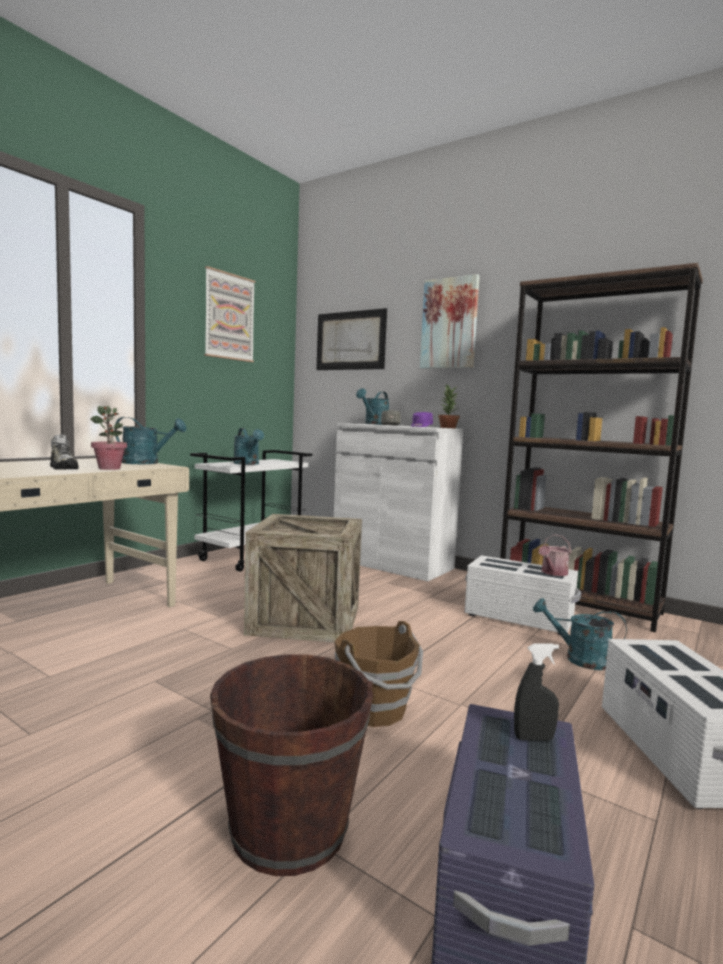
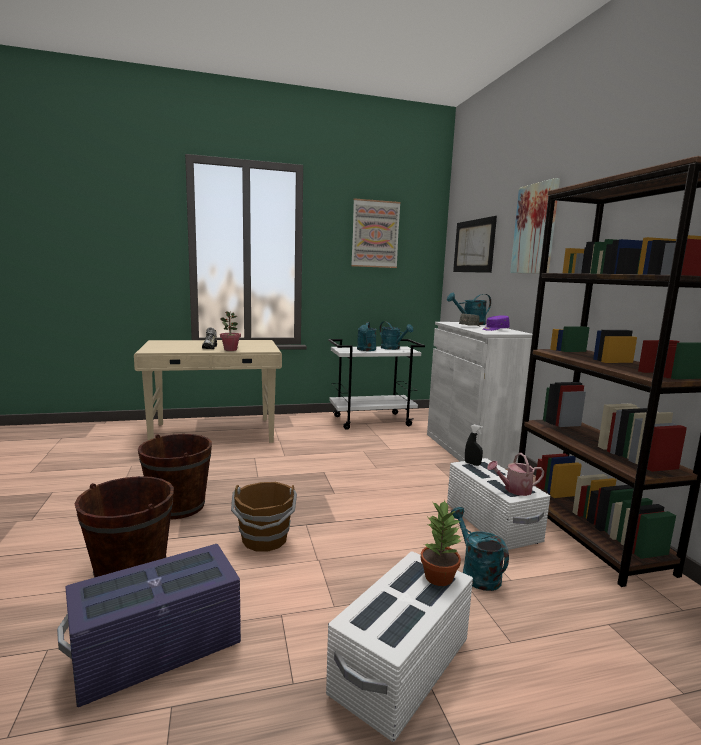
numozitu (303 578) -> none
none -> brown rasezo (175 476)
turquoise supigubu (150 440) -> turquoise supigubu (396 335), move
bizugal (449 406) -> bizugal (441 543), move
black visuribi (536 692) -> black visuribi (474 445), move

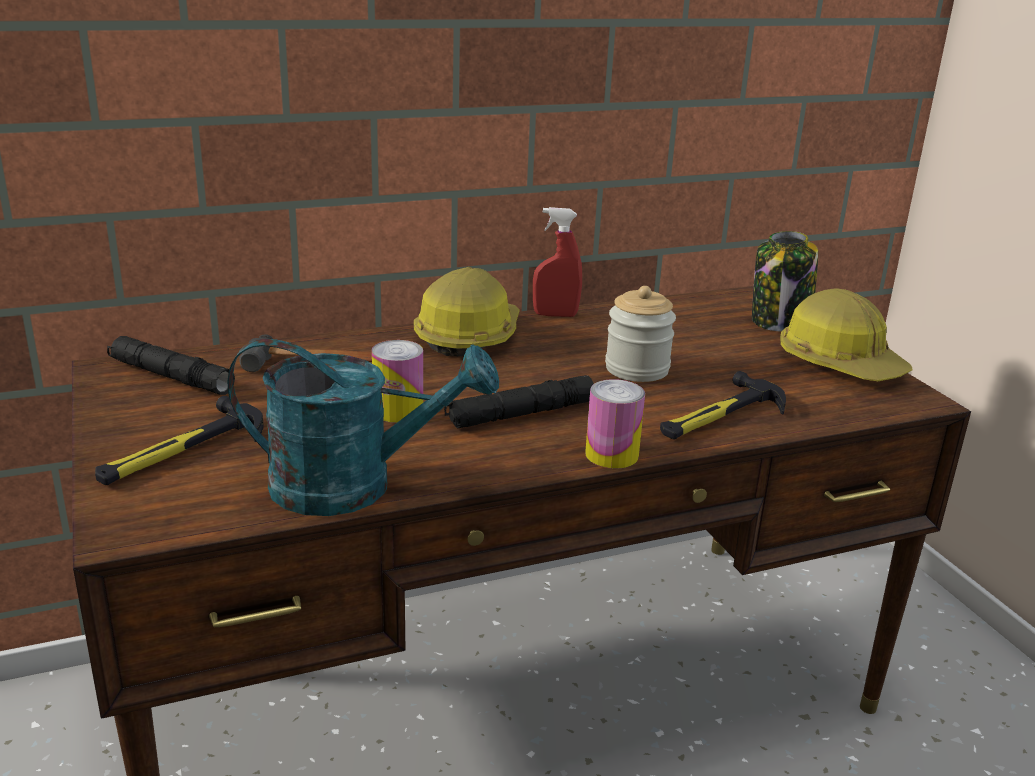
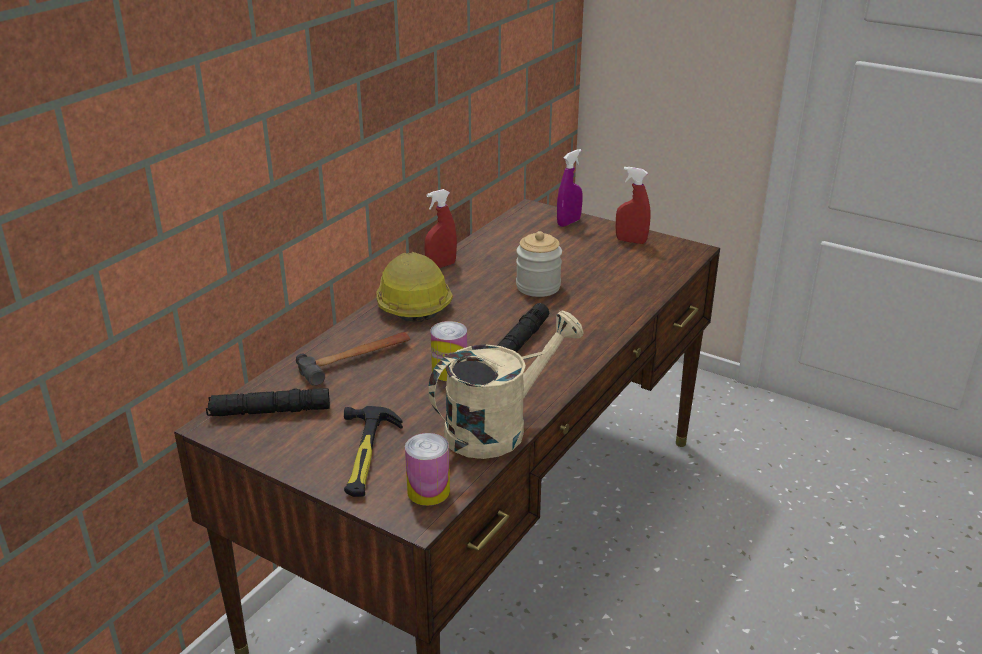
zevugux (723 405) -> none
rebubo (615 423) -> rebubo (427 469), move
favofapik (785 281) -> purple visuribi (570 188)
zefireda (846 334) -> red visuribi (633 205)
turquoise supigubu (363 427) -> beige supigubu (506 384)

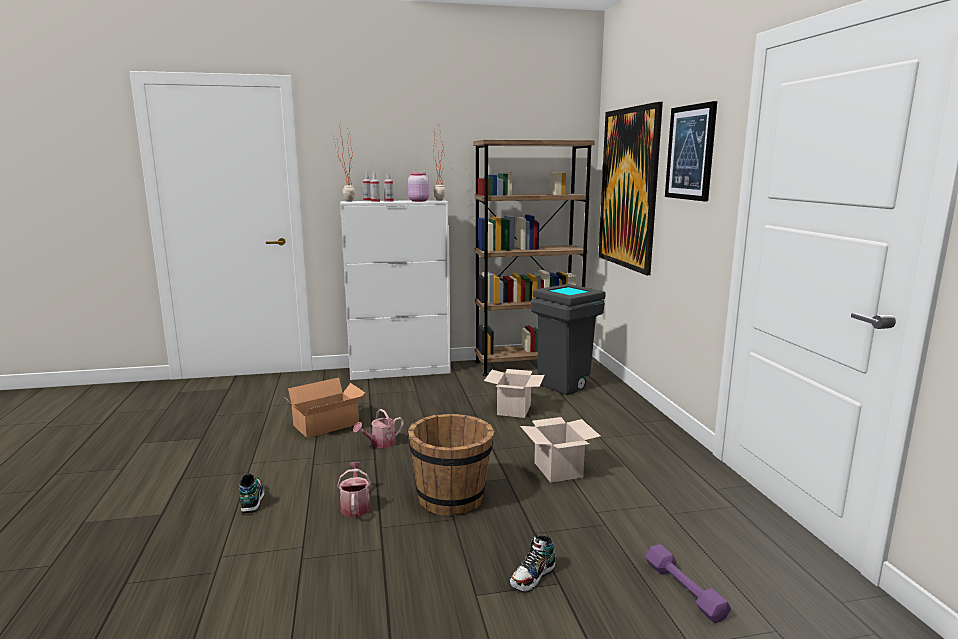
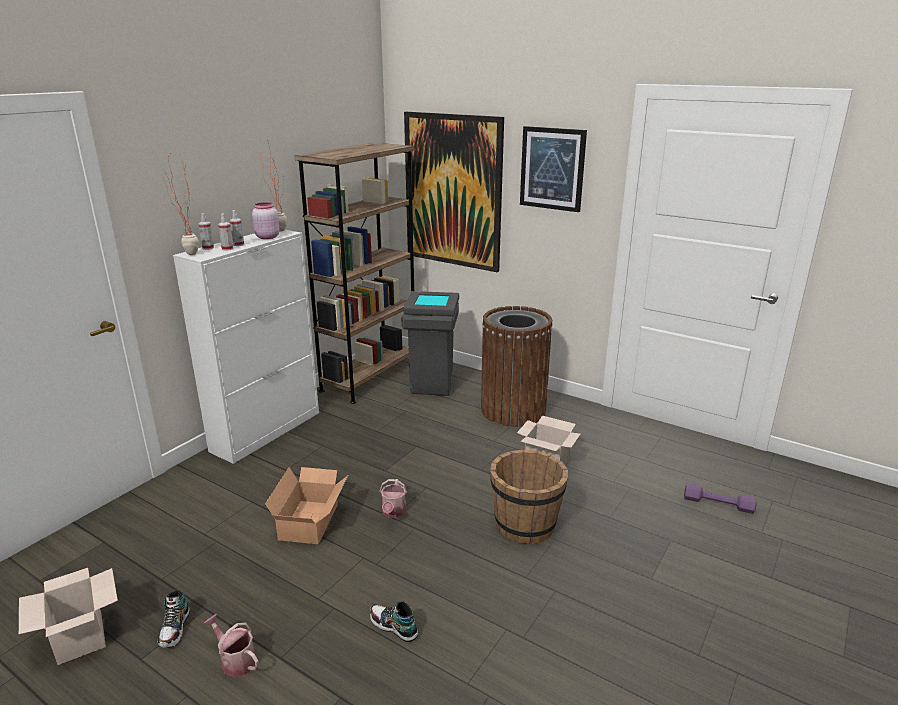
none -> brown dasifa (517 366)
supigubu (354 489) -> supigubu (231 645), move
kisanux (514 393) -> kisanux (68 616), move
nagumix (533 564) -> nagumix (173 619), move

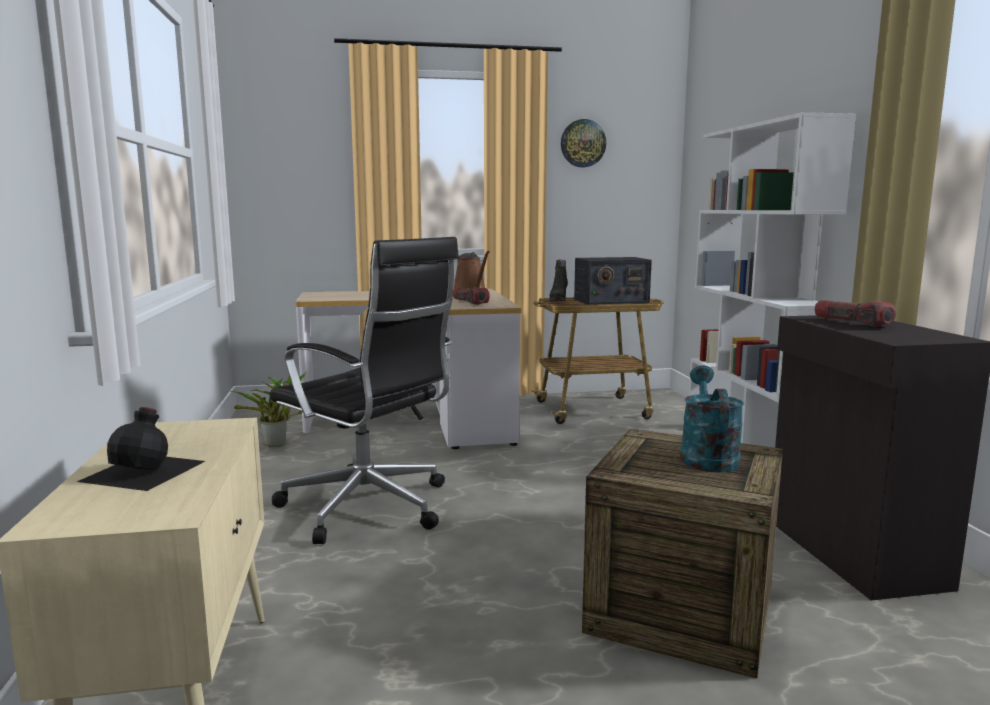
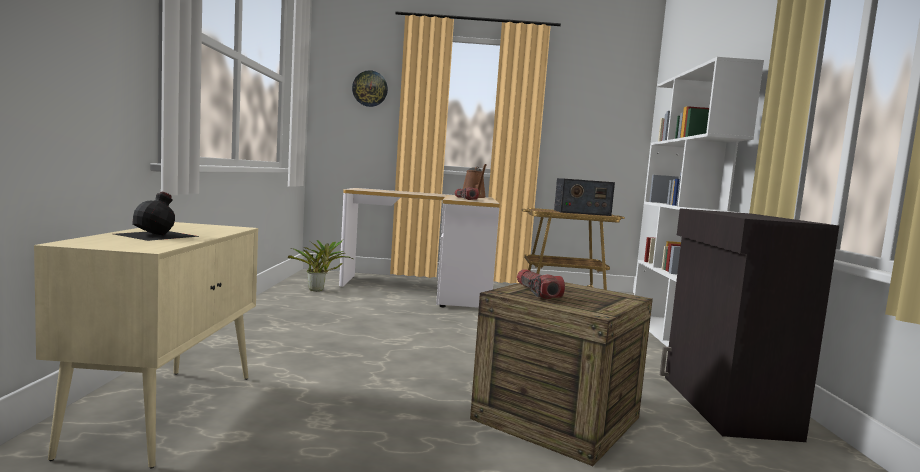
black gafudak (364 390) -> none
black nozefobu (558 280) -> none
turquoise supigubu (712 419) -> none
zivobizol (583 143) -> zivobizol (370 88), move
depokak (855 313) -> depokak (541 284), move

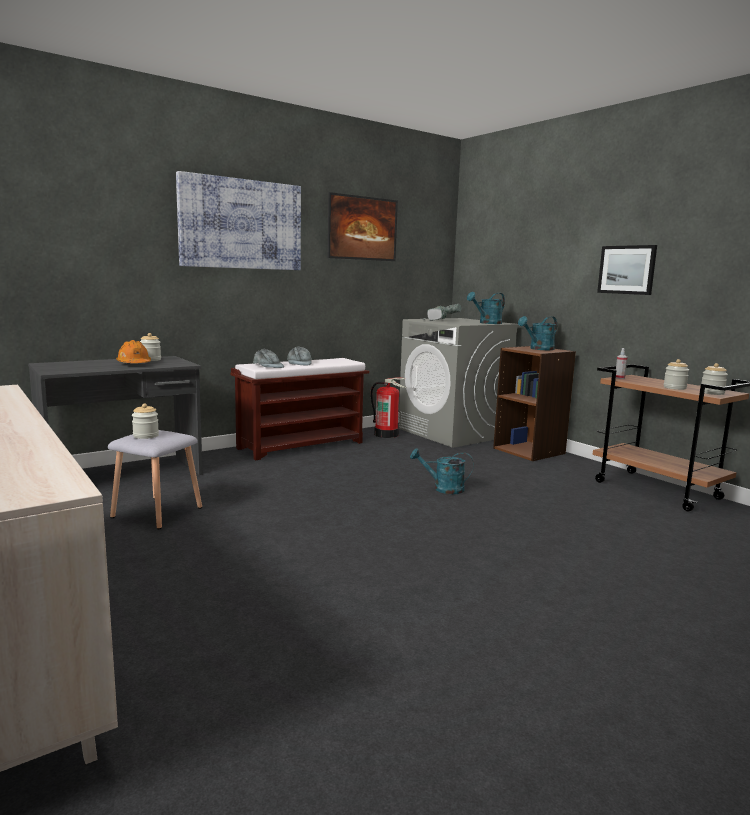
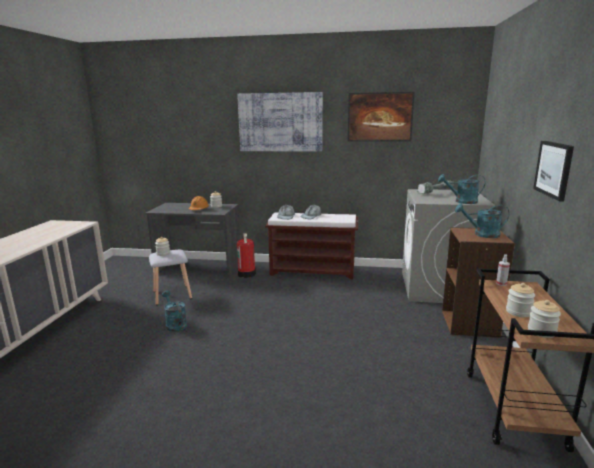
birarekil (389 408) -> birarekil (246 255), move
turquoise supigubu (442 471) -> turquoise supigubu (174 311), move

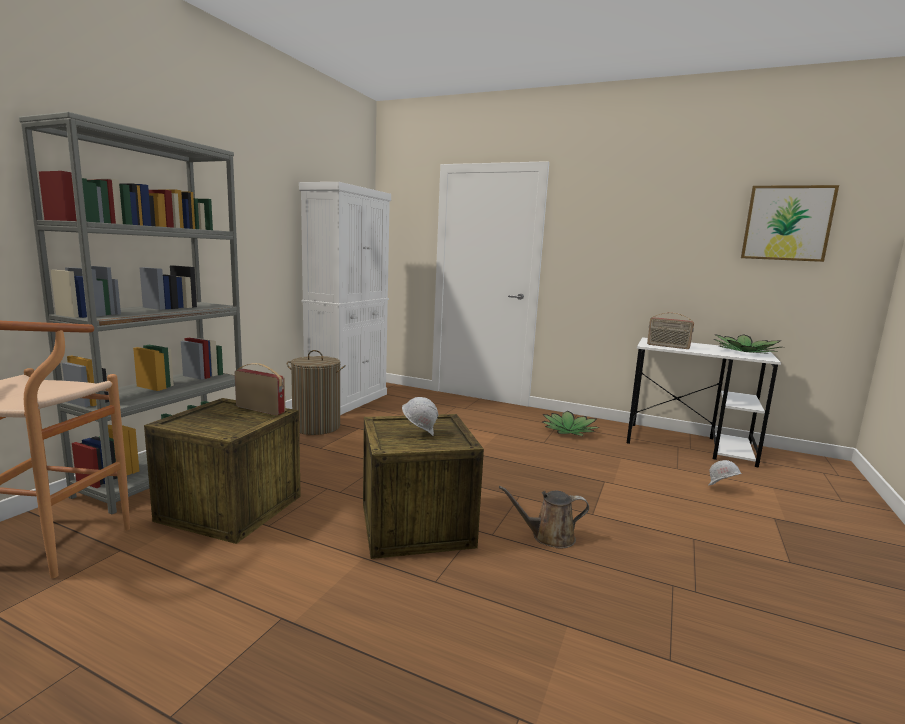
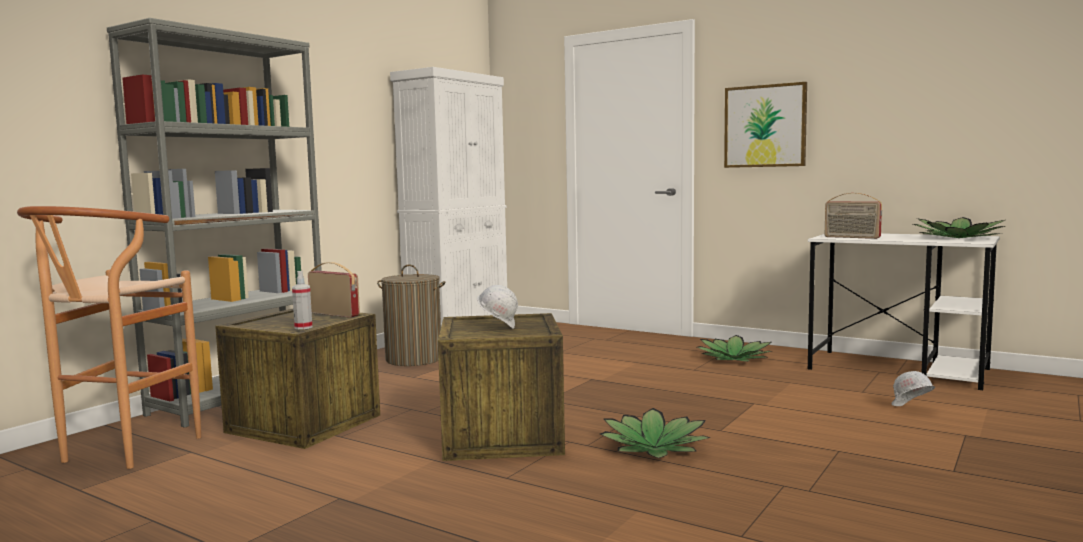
none -> visuribi (302 300)
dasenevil (790 223) -> dasenevil (765 125), move
brown supigubu (544 517) -> bizugal (655 433)

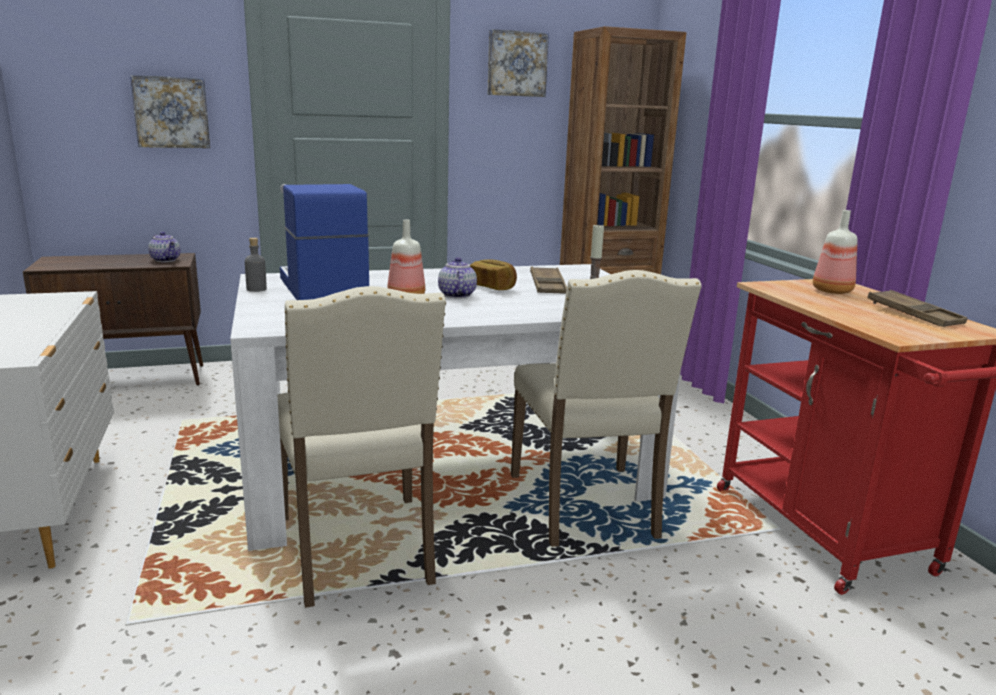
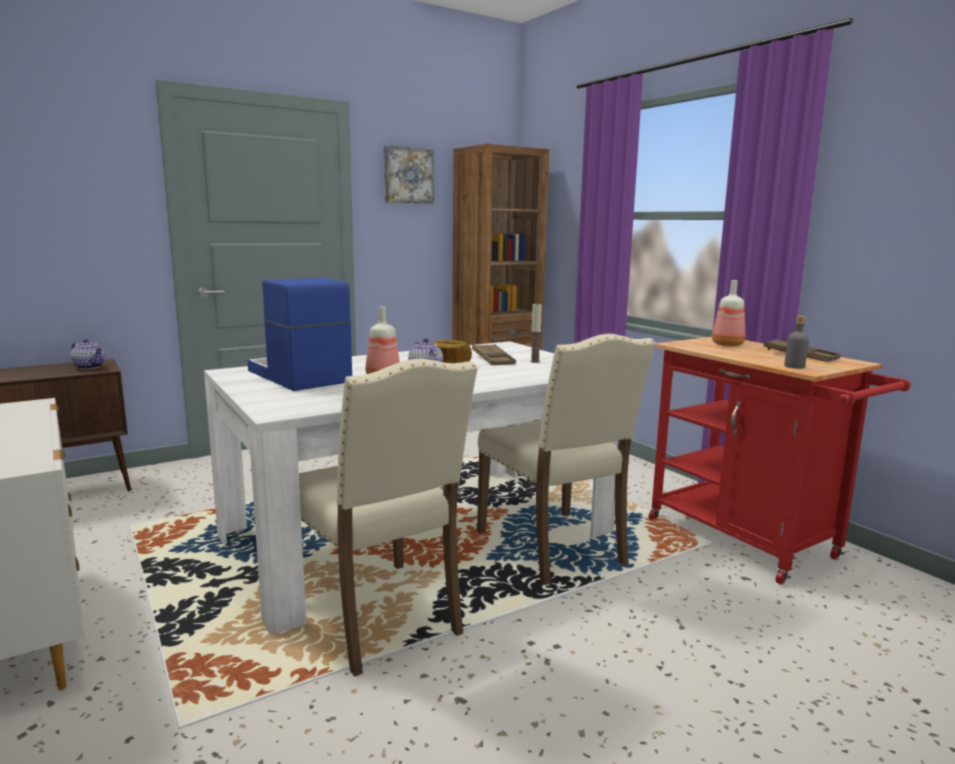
dasenevil (170 111) -> none
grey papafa (256 265) -> grey papafa (796 342), move

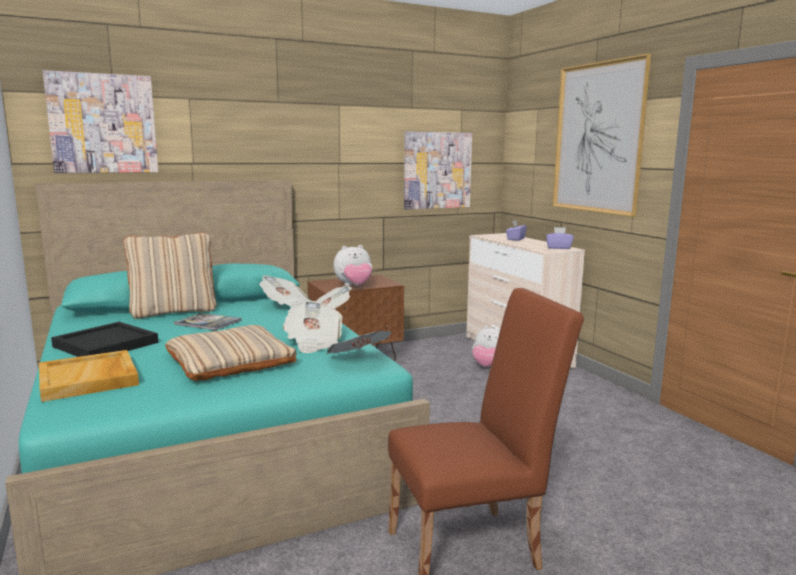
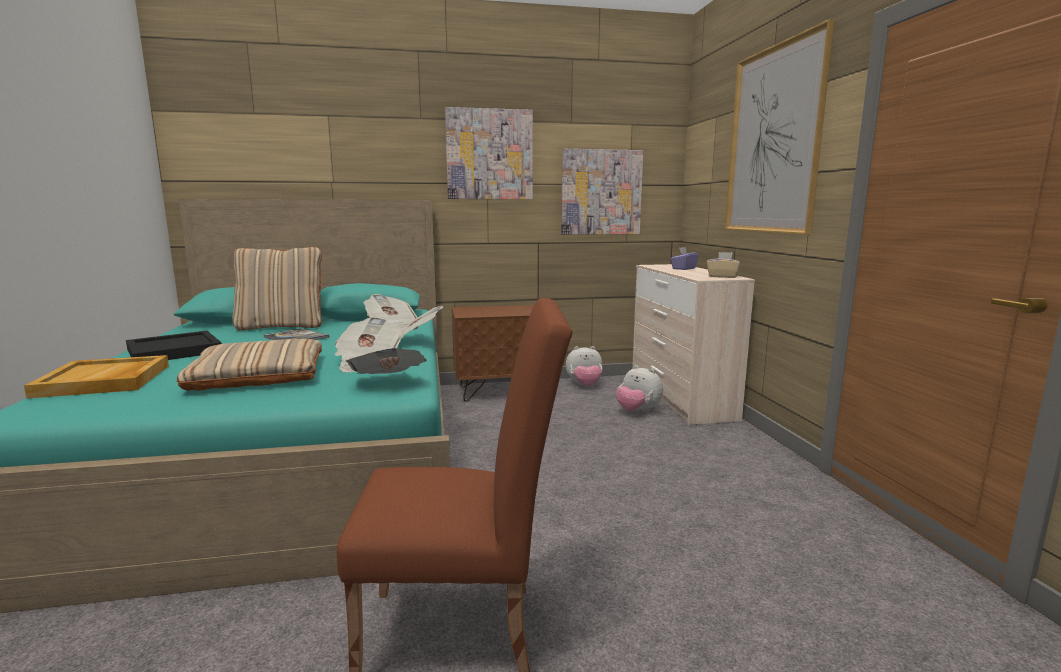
dasenevil (100 121) -> dasenevil (489 153), move
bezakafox (352 265) -> bezakafox (584 366), move
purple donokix (560 238) -> beige donokix (724 265)

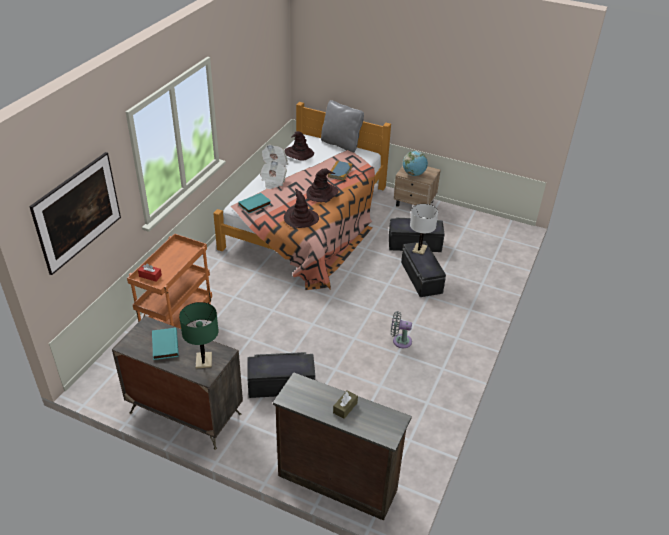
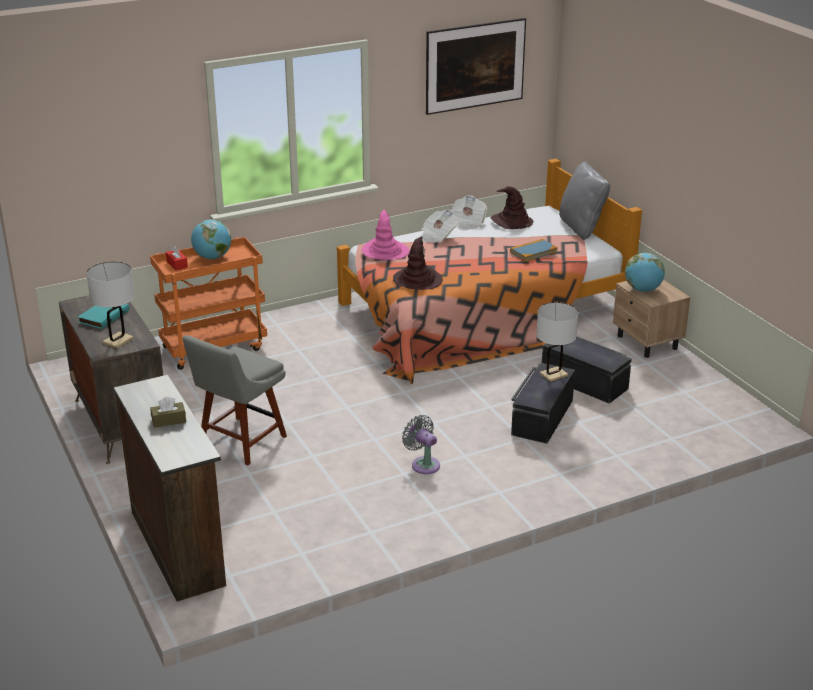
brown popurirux (322 185) -> none
none -> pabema (211 239)
dasenevil (75 213) -> dasenevil (476 66), move
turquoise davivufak (254 203) -> pink popurirux (385 234)
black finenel (281 375) -> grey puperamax (234 400)
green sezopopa (199 335) -> white sezopopa (111 305)

